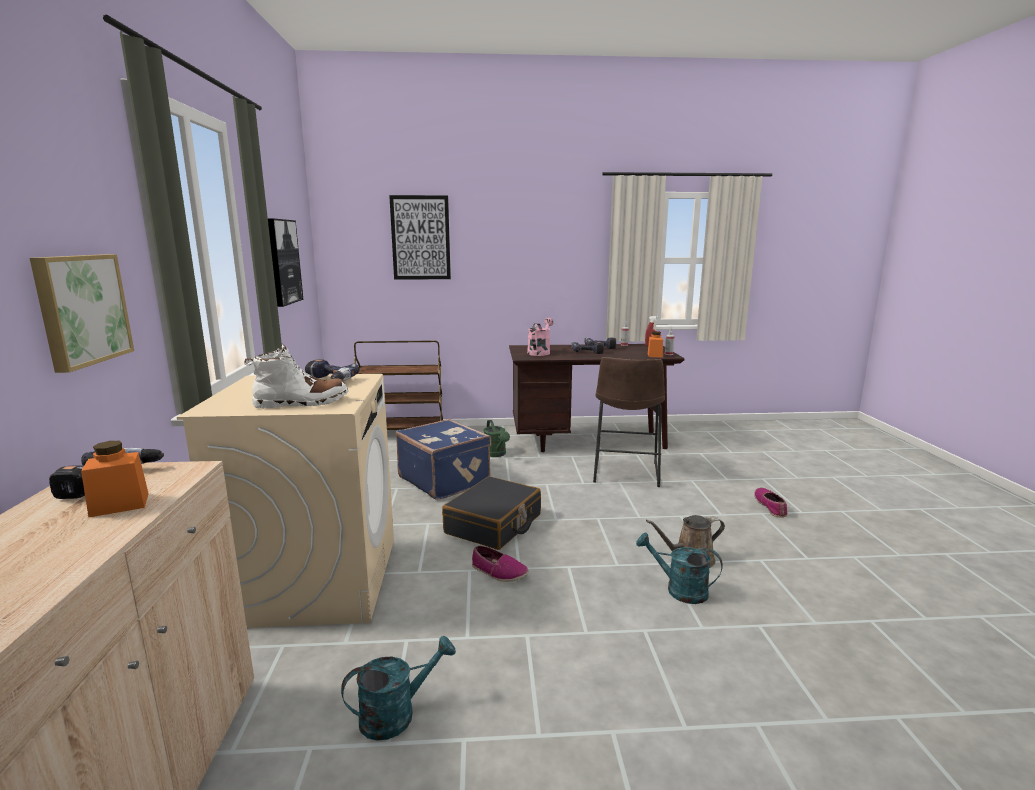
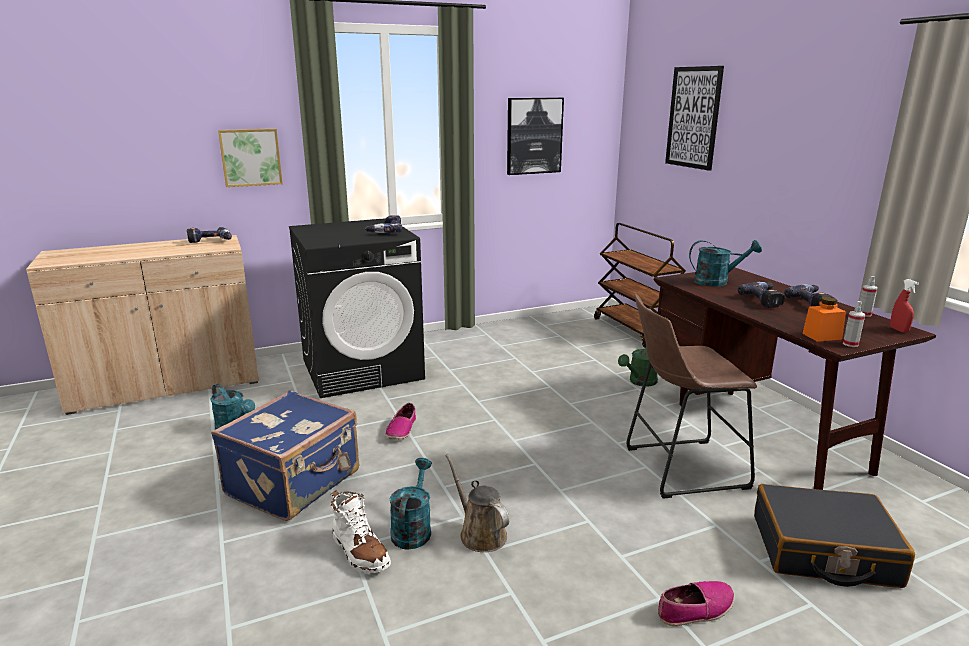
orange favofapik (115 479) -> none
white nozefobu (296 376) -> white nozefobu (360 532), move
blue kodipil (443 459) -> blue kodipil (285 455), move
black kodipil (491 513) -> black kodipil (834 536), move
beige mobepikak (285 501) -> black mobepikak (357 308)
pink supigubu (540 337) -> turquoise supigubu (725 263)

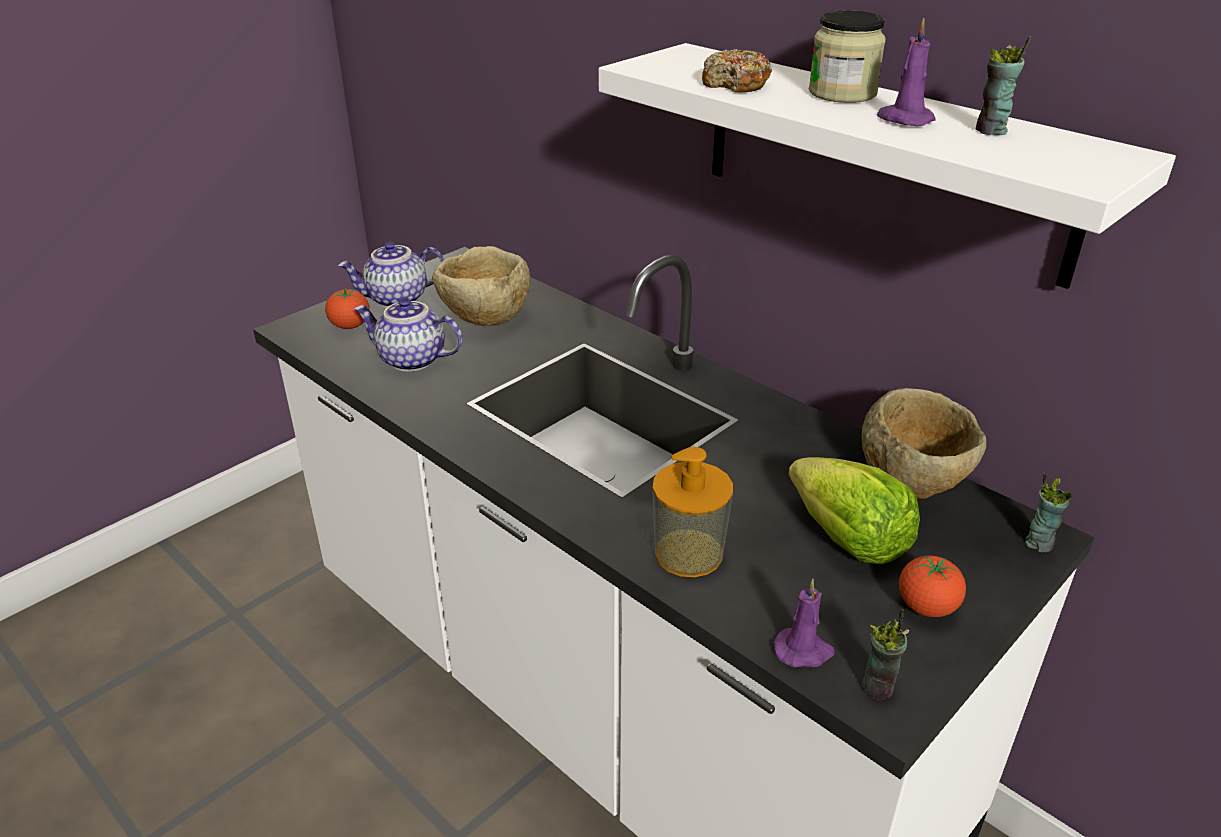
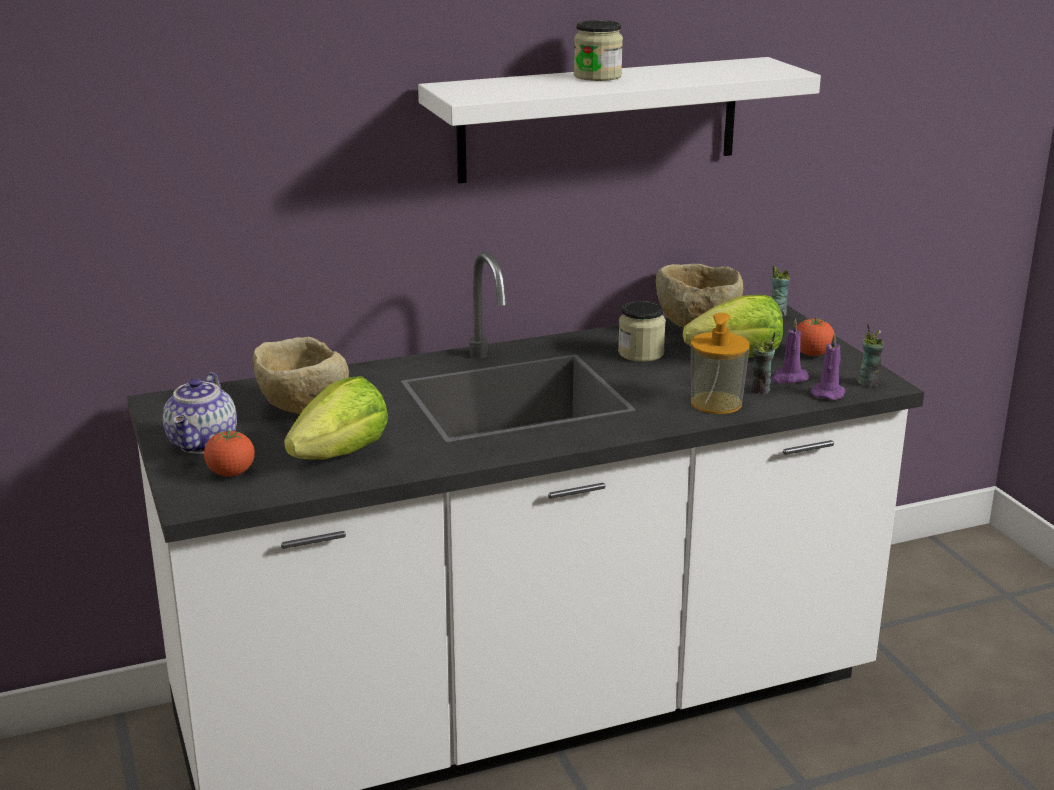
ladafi (737 71) -> none
none -> favofapik (642 331)
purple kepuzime (906 72) -> purple kepuzime (790 350), move
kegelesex (1003 85) -> kegelesex (763 363), move
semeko (408 335) -> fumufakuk (336 418)

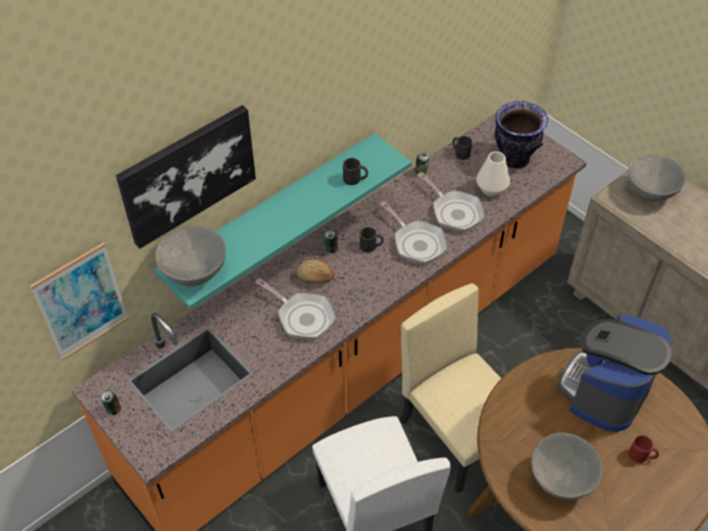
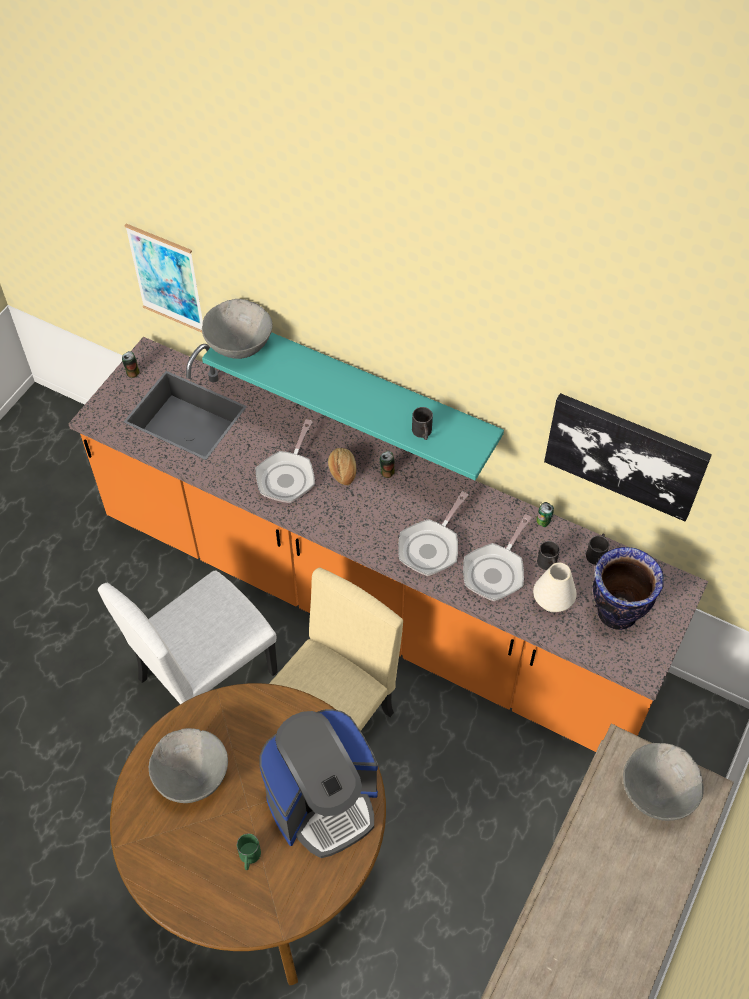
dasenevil (186 177) -> dasenevil (628 457), move
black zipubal (372 240) -> black zipubal (548 555), move
red zipubal (644 449) -> green zipubal (249 851)
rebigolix (614 373) -> rebigolix (319 783), 135 degrees clockwise

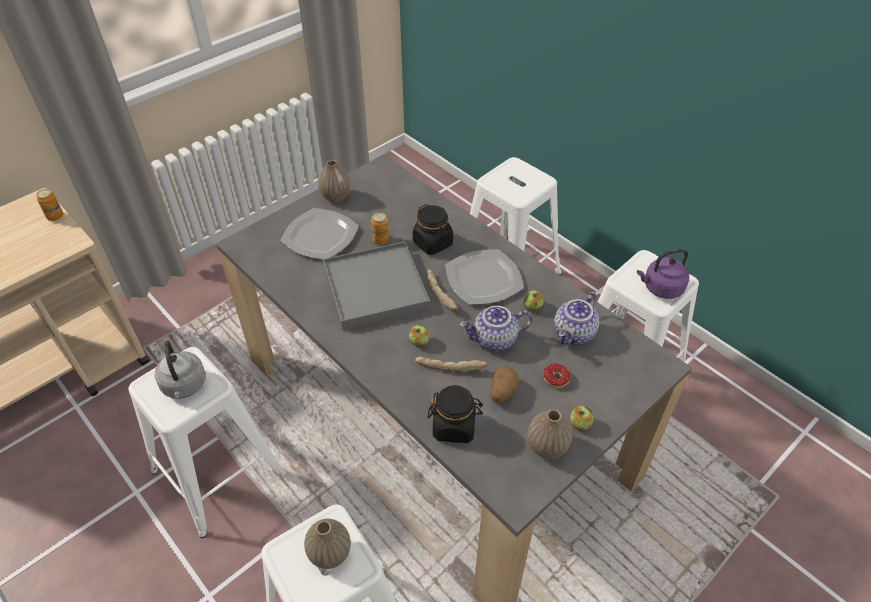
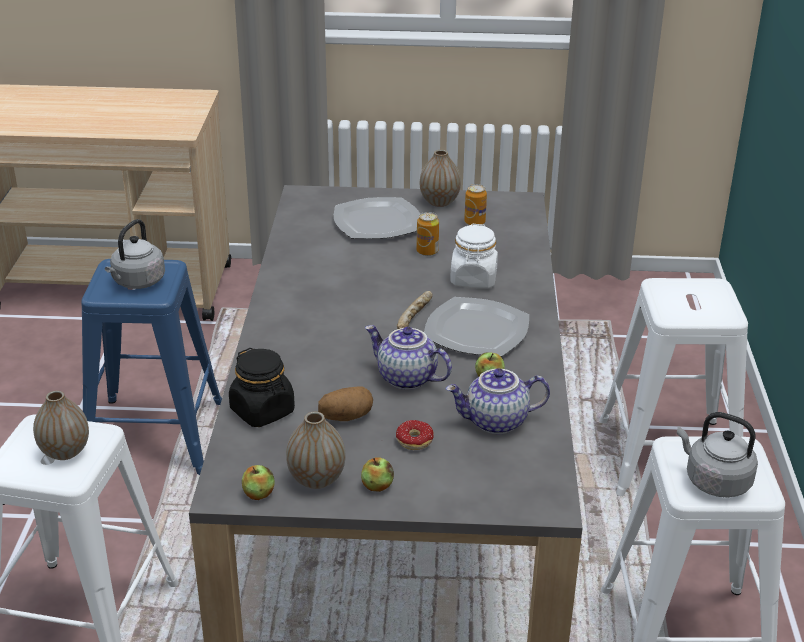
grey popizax (376 286) -> none
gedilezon (451 364) -> none
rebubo (50 205) -> rebubo (475 204), move
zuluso (419 336) -> zuluso (258 482), move
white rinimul (207 442) -> blue rinimul (151 367)
black favofapik (433 229) -> white favofapik (474 256)
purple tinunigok (663 274) -> grey tinunigok (717 454)

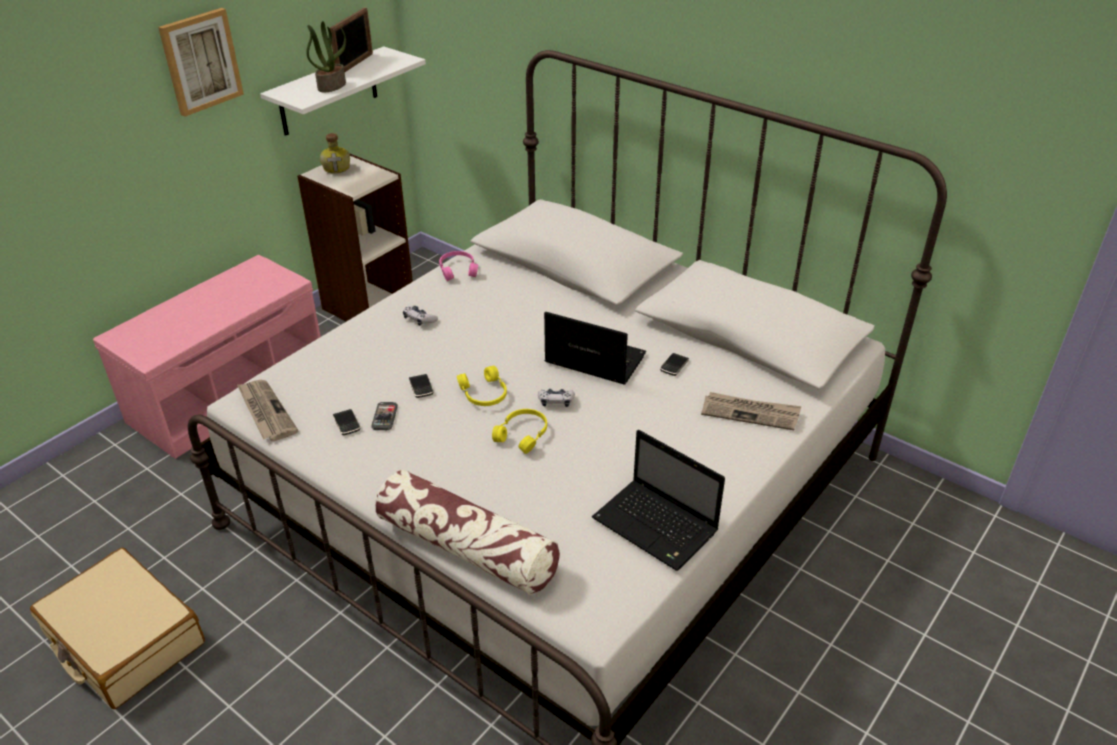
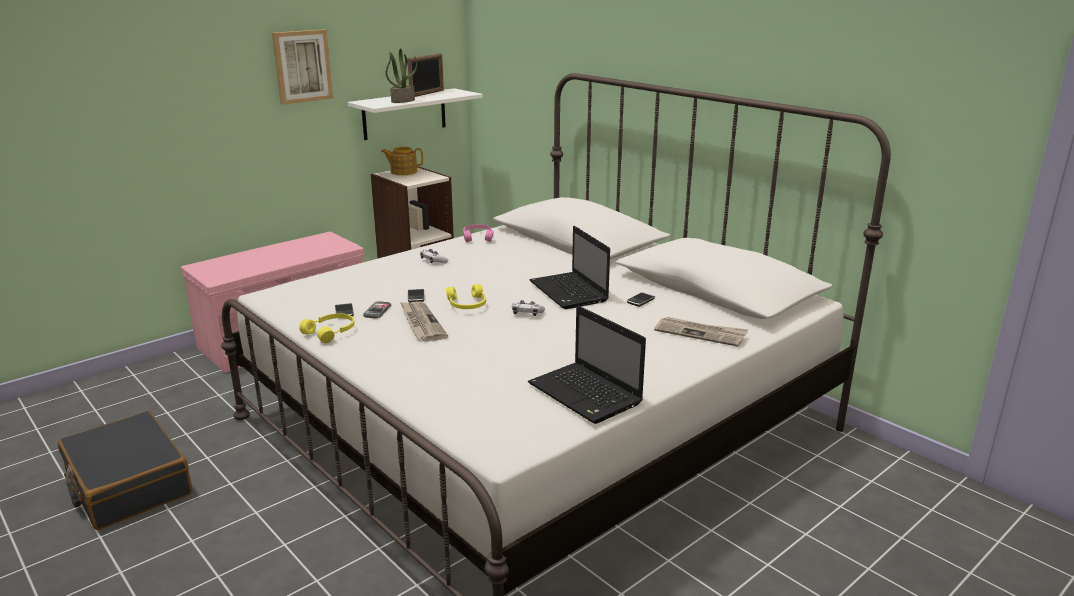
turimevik (467 532) -> none
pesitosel (267 410) -> pesitosel (424 322), move
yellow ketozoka (519 431) -> yellow ketozoka (327 328), move
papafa (335 153) -> semeko (402 161)
beige kodipil (117 628) -> black kodipil (125 470)
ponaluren (595 348) -> ponaluren (569 267), 150 degrees counterclockwise

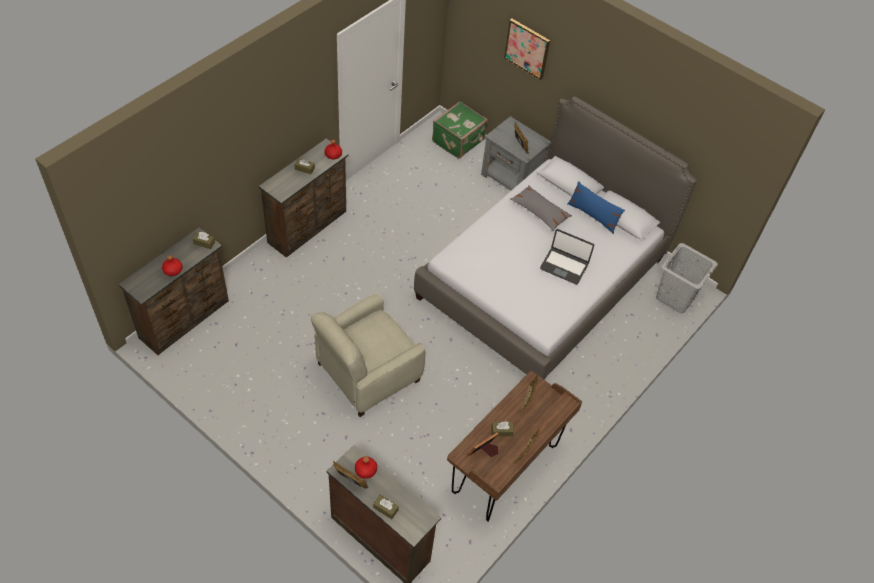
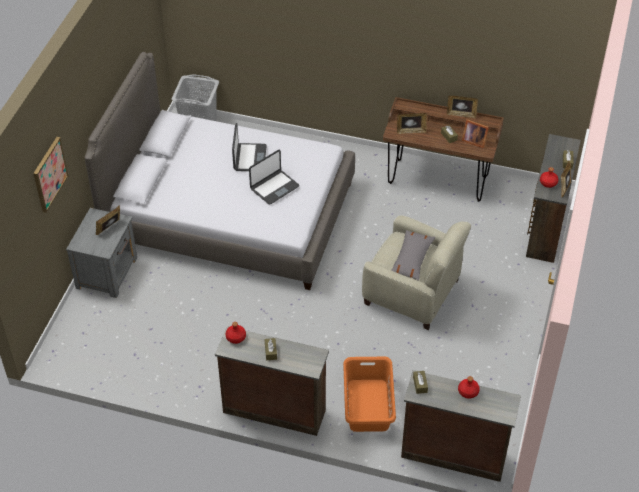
green kodipil (460 130) -> none
blue turimevik (596 207) -> none
none -> ponaluren (274 177)
none -> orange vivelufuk (369 394)
grey turimevik (541 208) -> grey turimevik (413 255), move

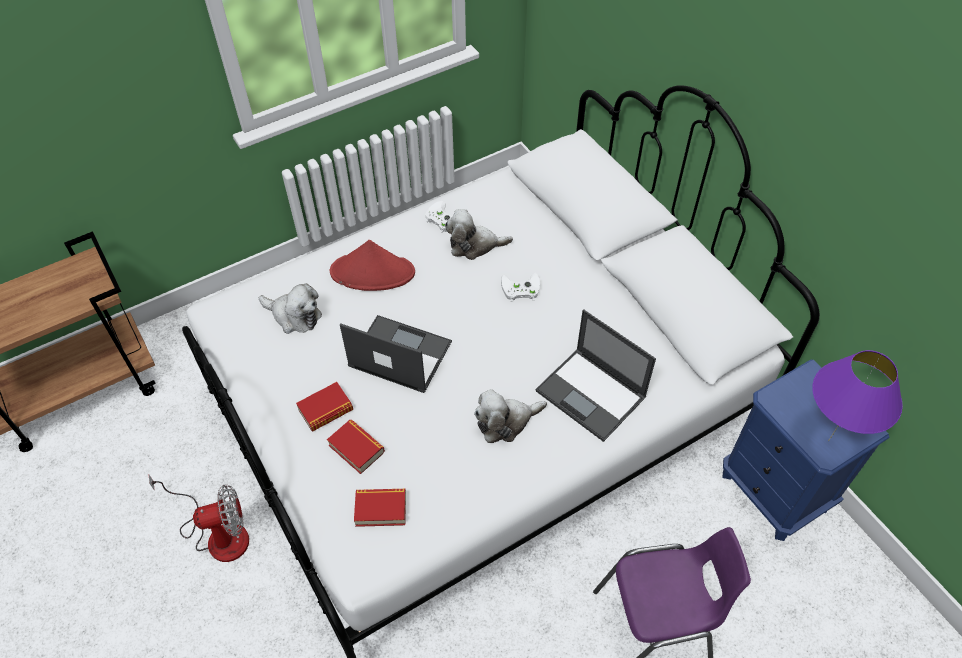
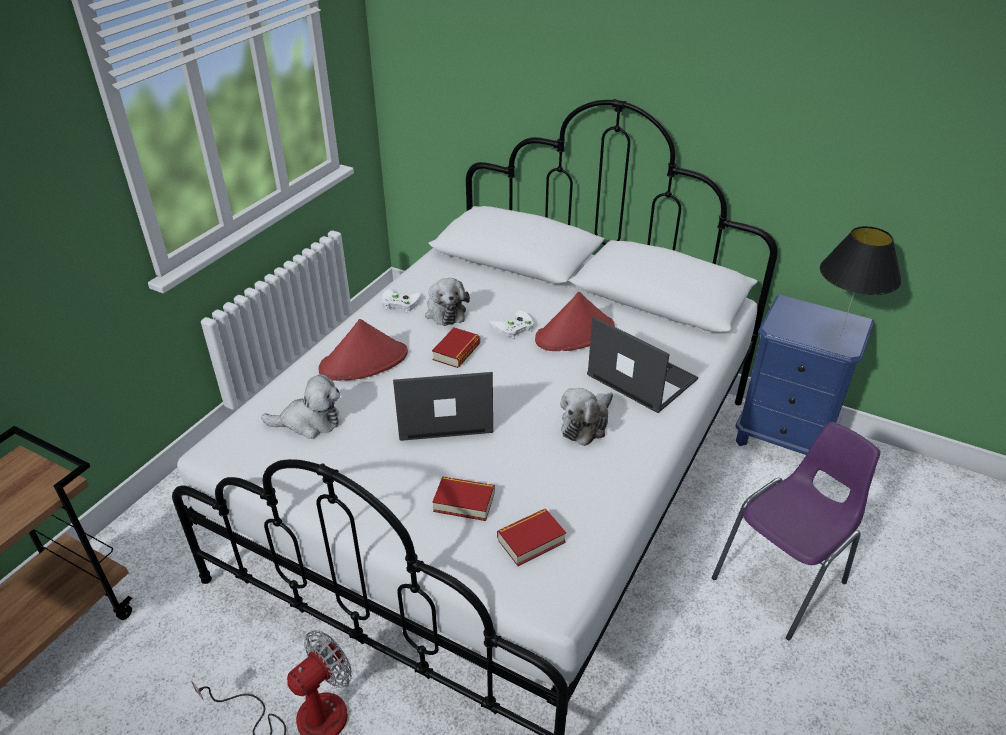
none -> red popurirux (574 321)
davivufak (324 407) -> davivufak (456 348), move
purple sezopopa (857 395) -> black sezopopa (860 282)
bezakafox (479 234) -> bezakafox (447 302), 75 degrees counterclockwise
ponaluren (596 376) -> ponaluren (642 364), 150 degrees counterclockwise

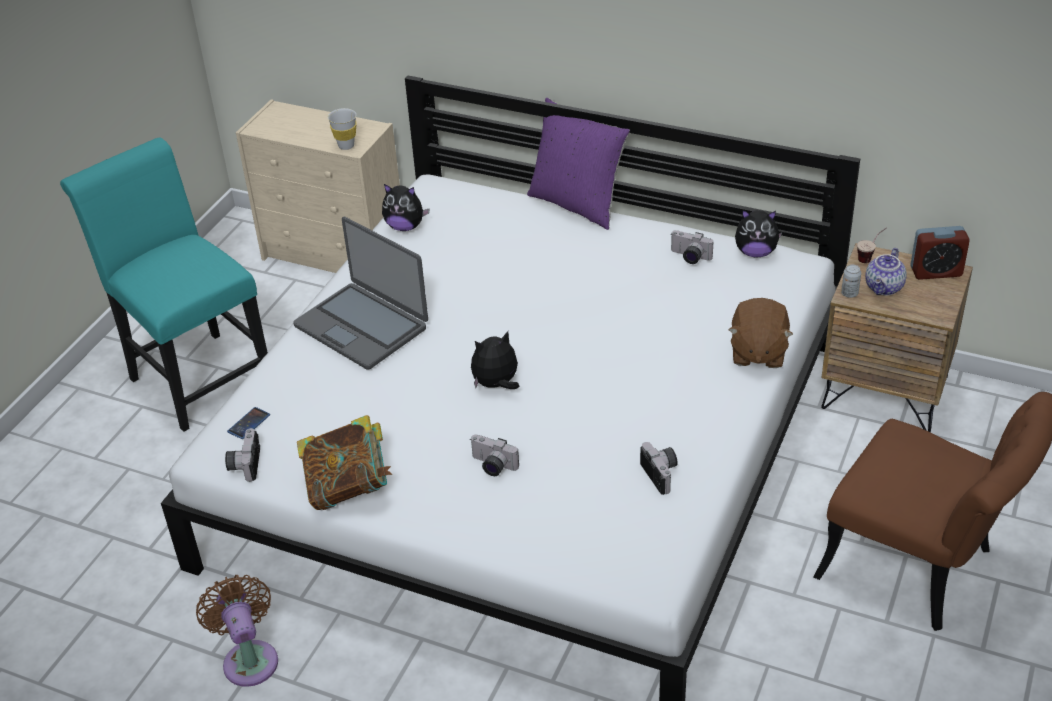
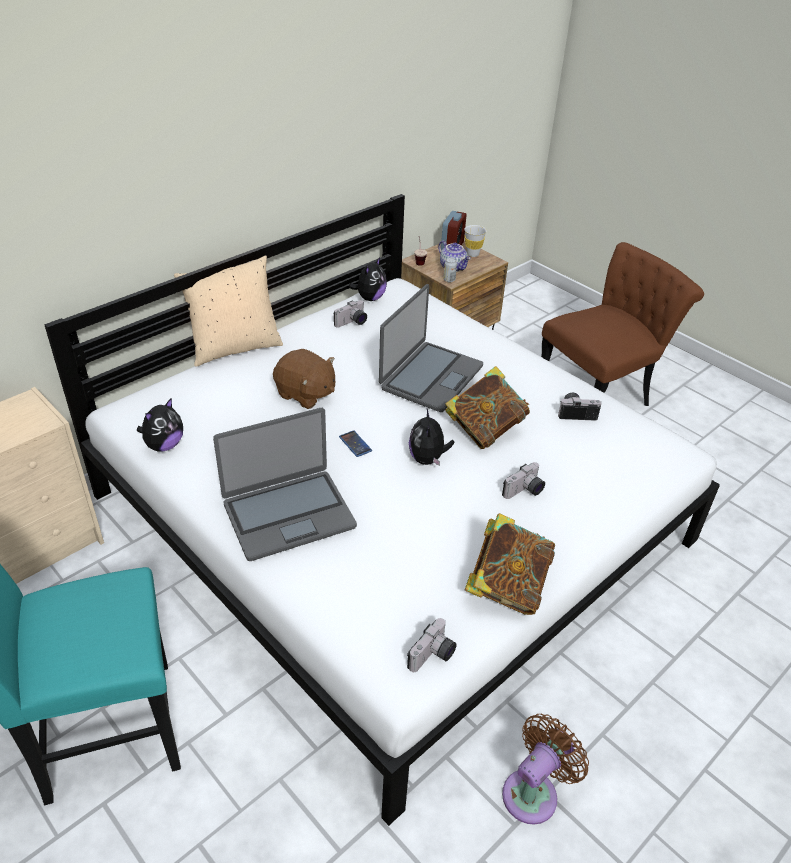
none -> ponaluren (431 348)
none -> davivufak (487 407)
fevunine (248 423) -> fevunine (355 443), move
white kegelesex (342 129) -> white kegelesex (476 241), move
brown bezakafox (760 333) -> brown bezakafox (304 379), move
purple turimevik (578 164) -> beige turimevik (228 311)
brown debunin (237 631) -> brown debunin (545 769), 135 degrees clockwise
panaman (242 455) -> panaman (432 645), 75 degrees counterclockwise

